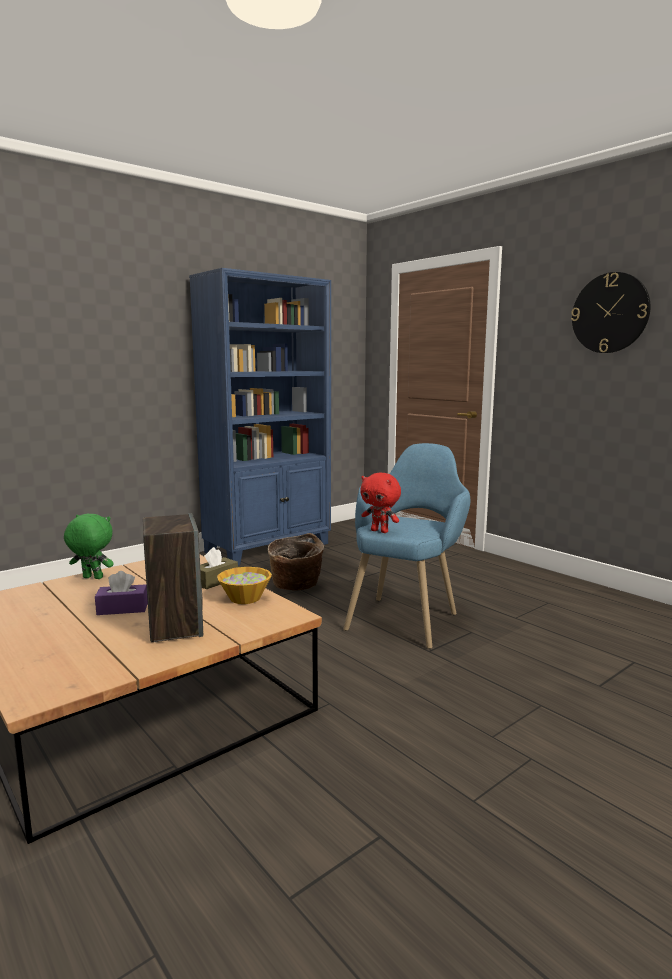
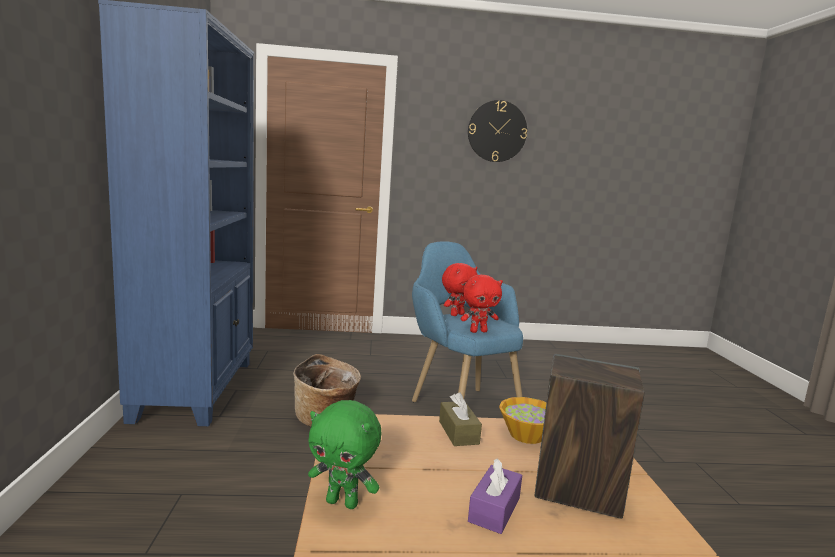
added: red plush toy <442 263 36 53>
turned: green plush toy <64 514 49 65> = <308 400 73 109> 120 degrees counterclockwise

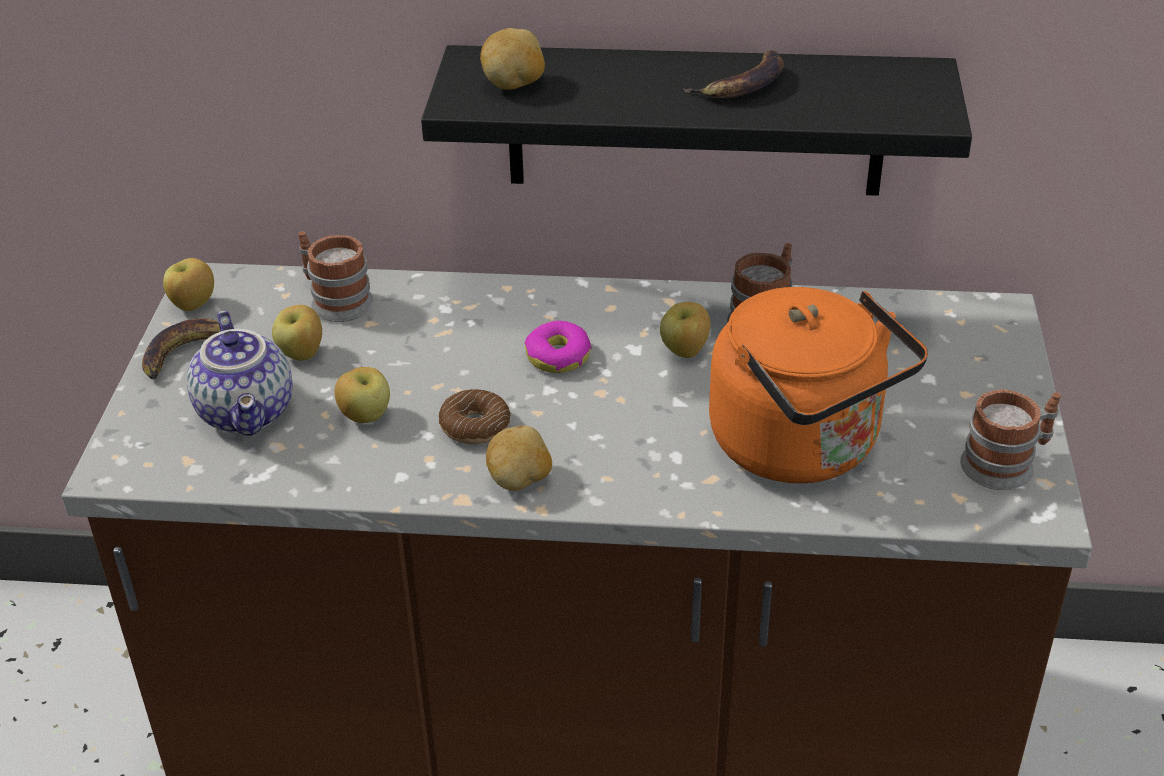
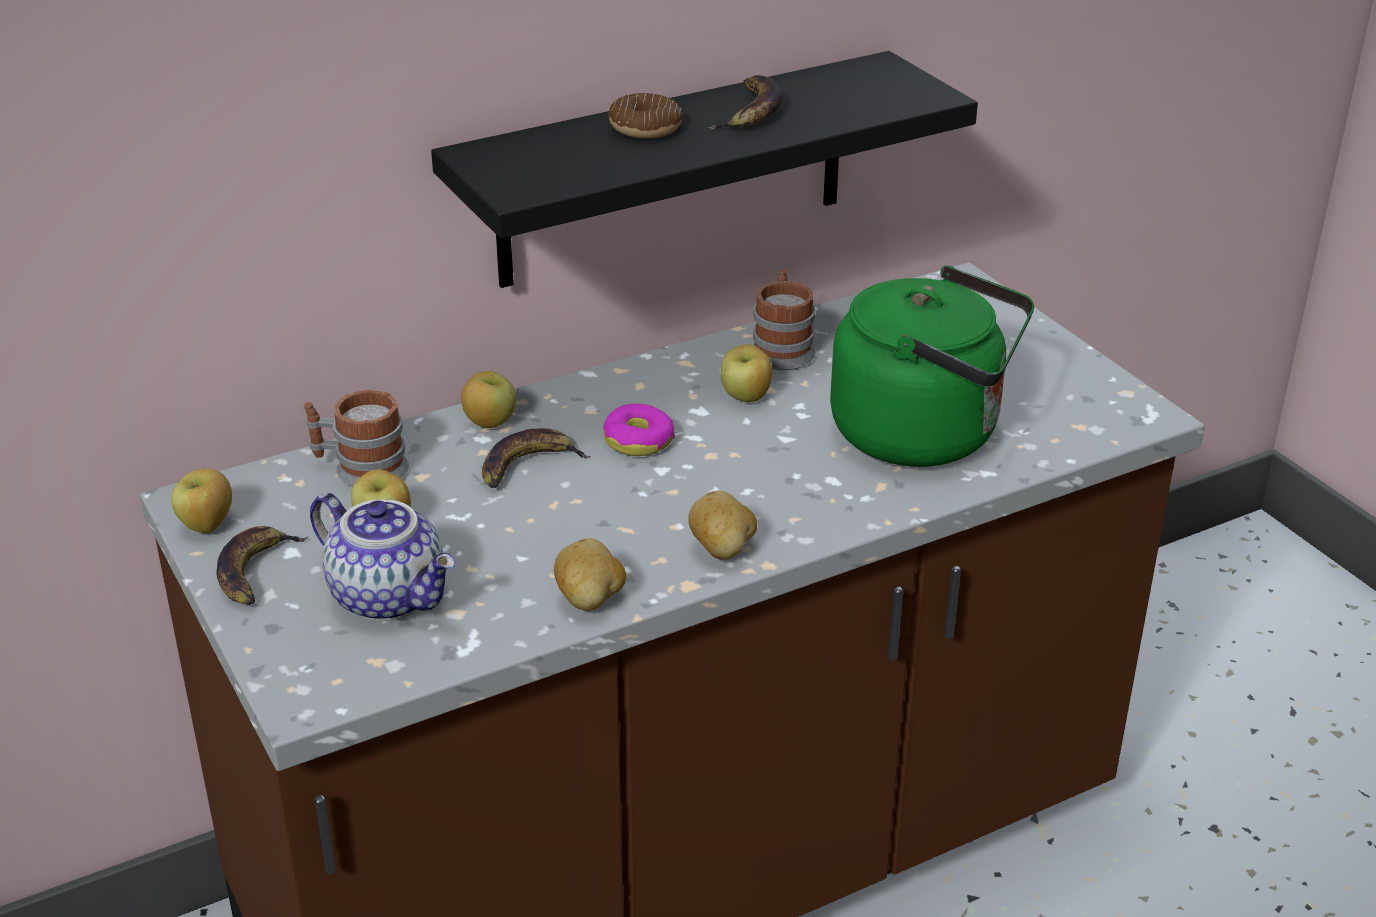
removed: mug <960 390 101 100>
added: banana <482 428 109 60>
moved: apple <334 367 56 56> to <461 371 55 57>; donut <439 389 72 55> to <608 93 75 45>; potato <480 28 65 62> to <554 538 72 73>
recoloured: orange kettle <709 287 219 196> to green kettle <830 266 204 201>

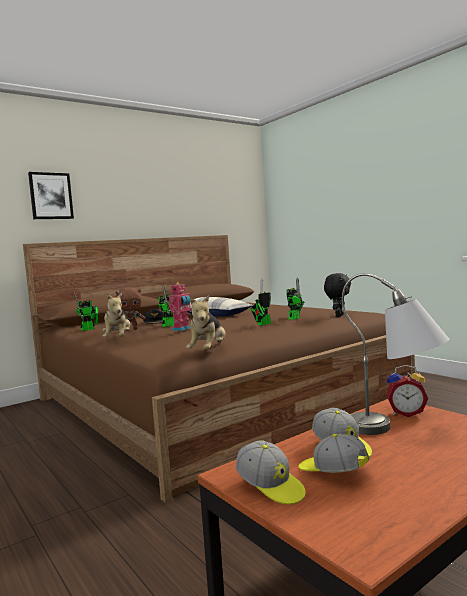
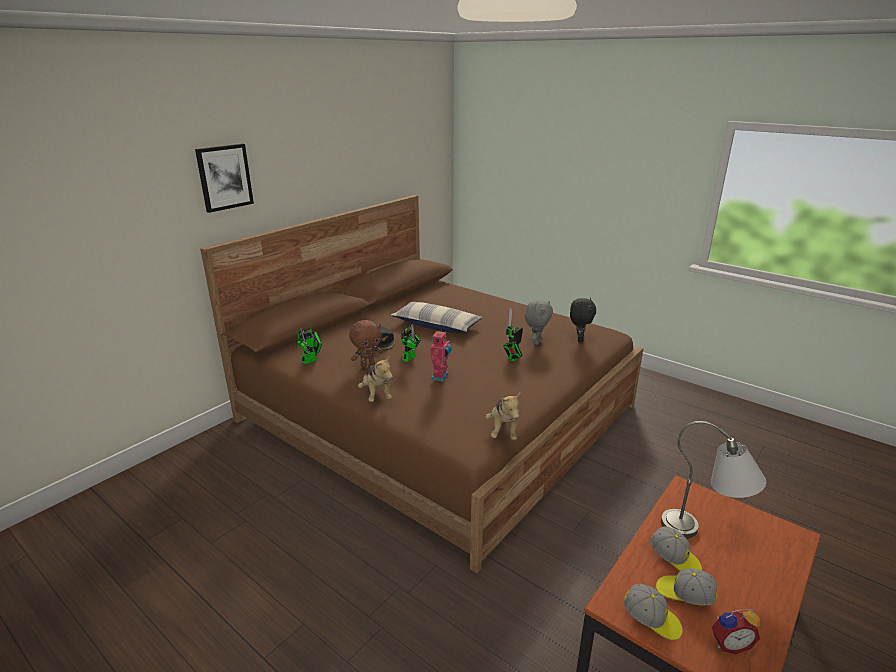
moved: alarm clock <386 365 42 52> to <712 608 48 46>
replaced: toy robot <286 278 18 42> to grey plush toy <525 300 28 45>

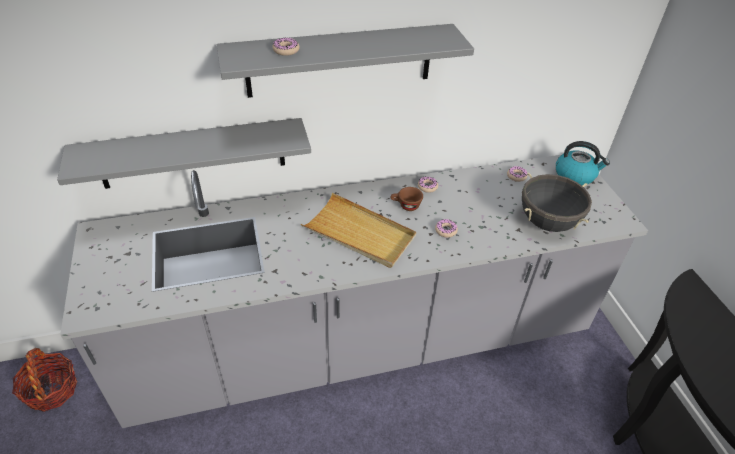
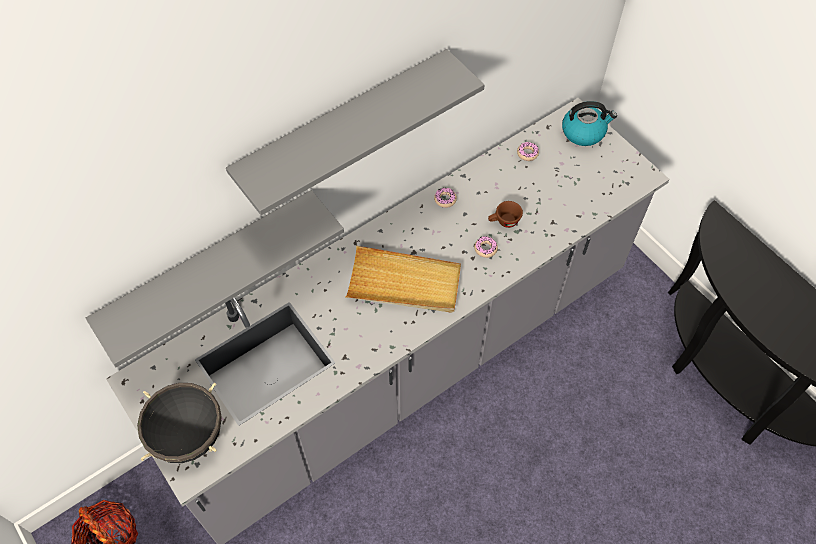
removed: donut <272 37 28 19>
moved: brown cup <390 187 33 24> to <488 201 35 27>; black cooking pot <522 173 70 59> to <137 383 85 80>

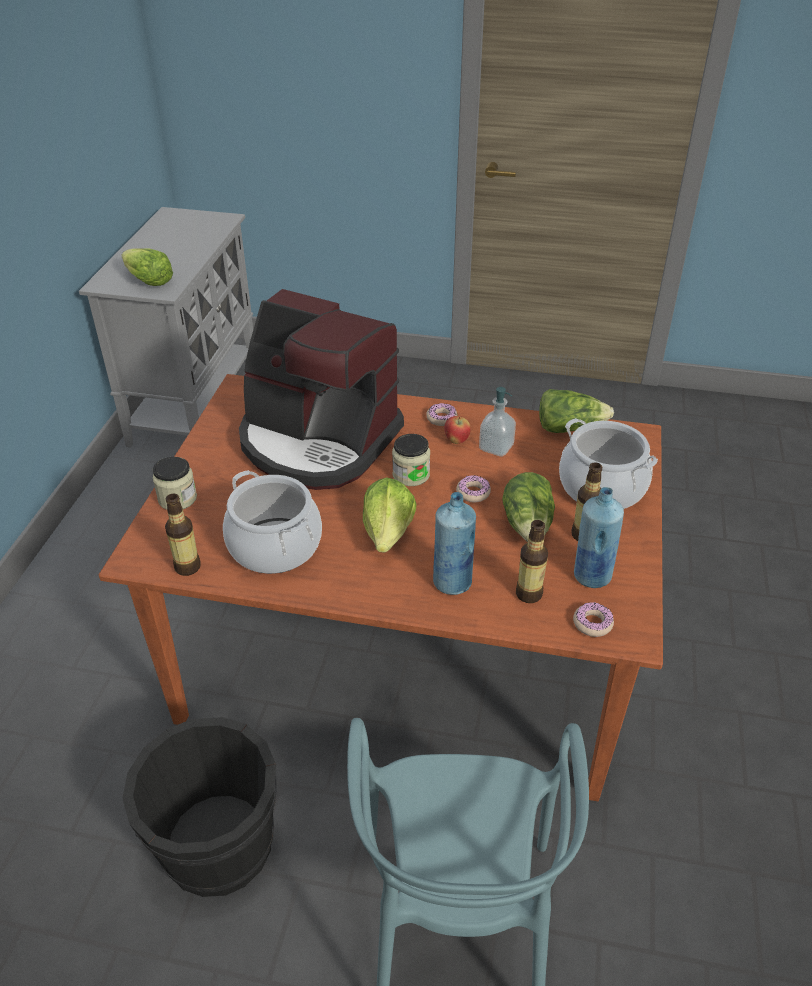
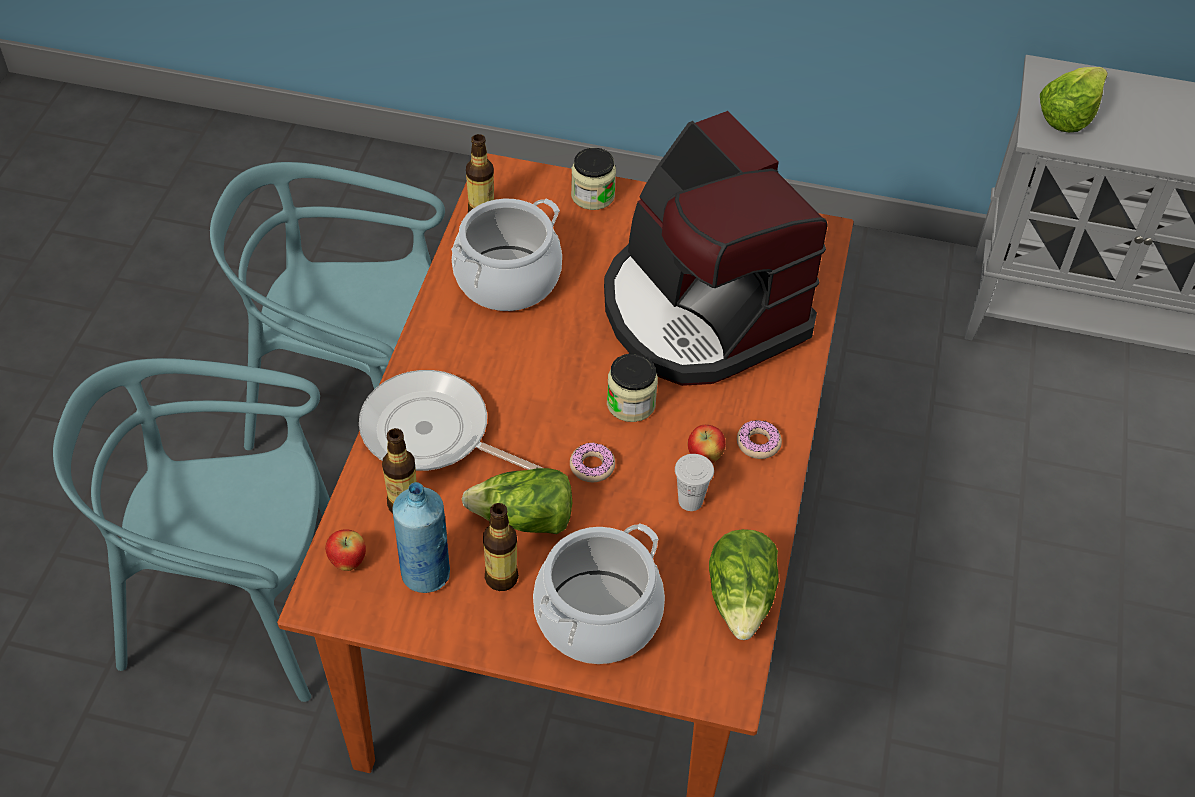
removed: lettuce <363 477 54 76>
replaced: black bucket <122 717 155 180> to turquoise chair <210 162 235 288>; blue bottle <433 492 43 103> to frying pan <359 370 184 101>; soap dispenser <479 387 37 70> to white cup <675 454 39 57>; donut <573 602 41 35> to apple <325 529 41 42>
turned: coffee machine <239 289 165 201> = <604 111 224 275> 60 degrees counterclockwise

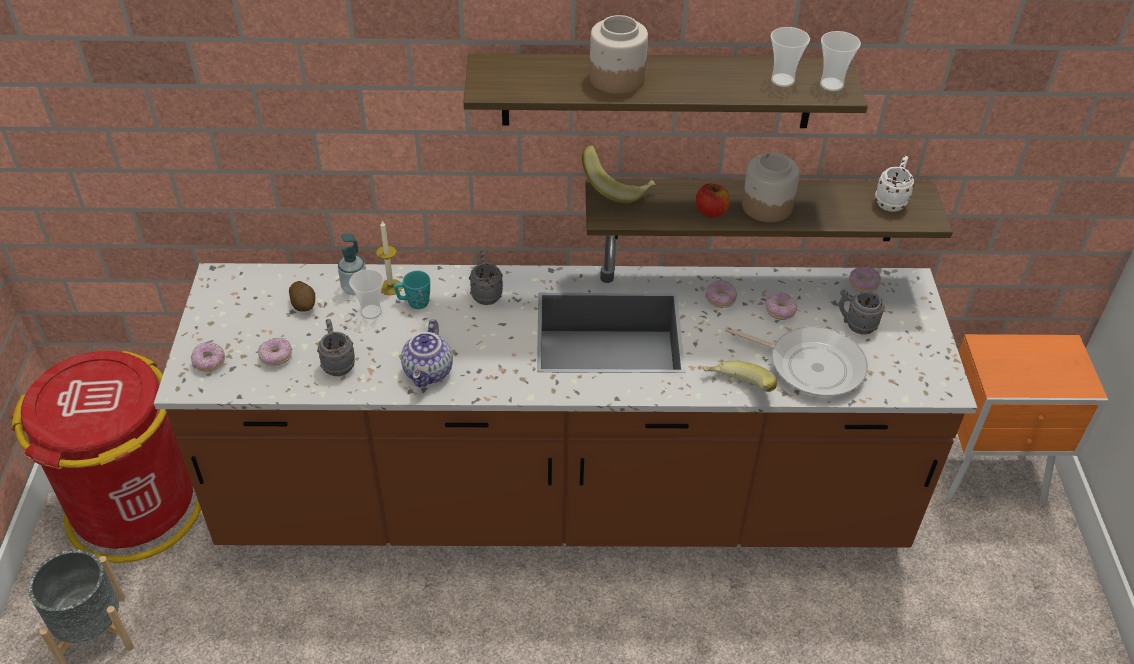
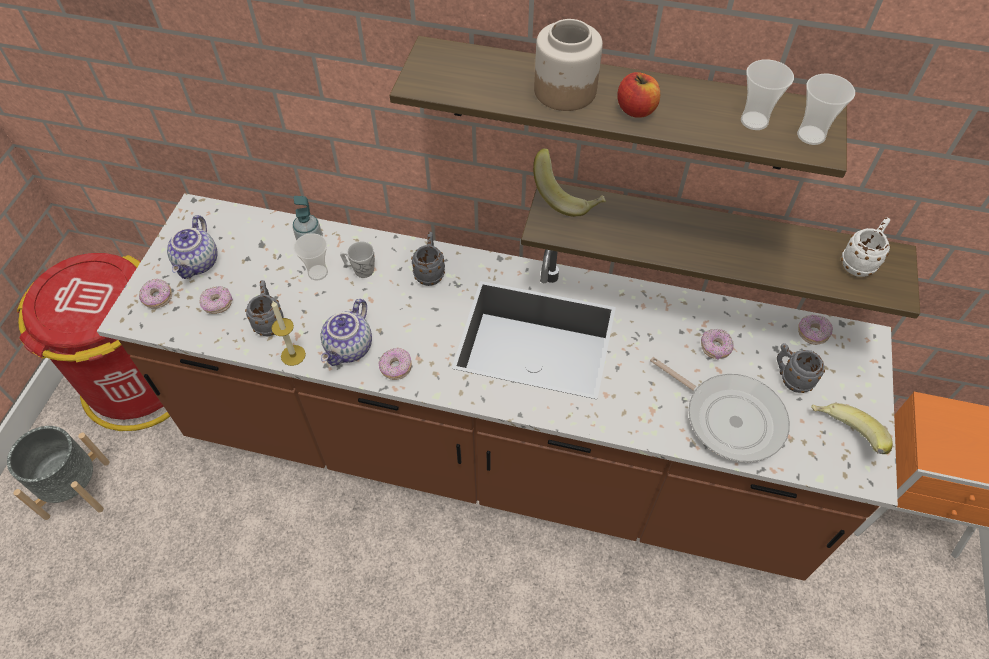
removed: potato <289 281 26 31>; jar <742 152 58 70>
added: teapot <167 215 51 64>
moved: candle <376 221 27 74> to <271 300 35 66>; apple <696 183 34 34> to <617 72 43 46>; banana <702 361 75 31> to <811 403 82 51>; donut <705 280 32 28> to <378 347 34 33>
recoloured: turquoise mug <394 271 36 38> to white mug <340 241 35 37>

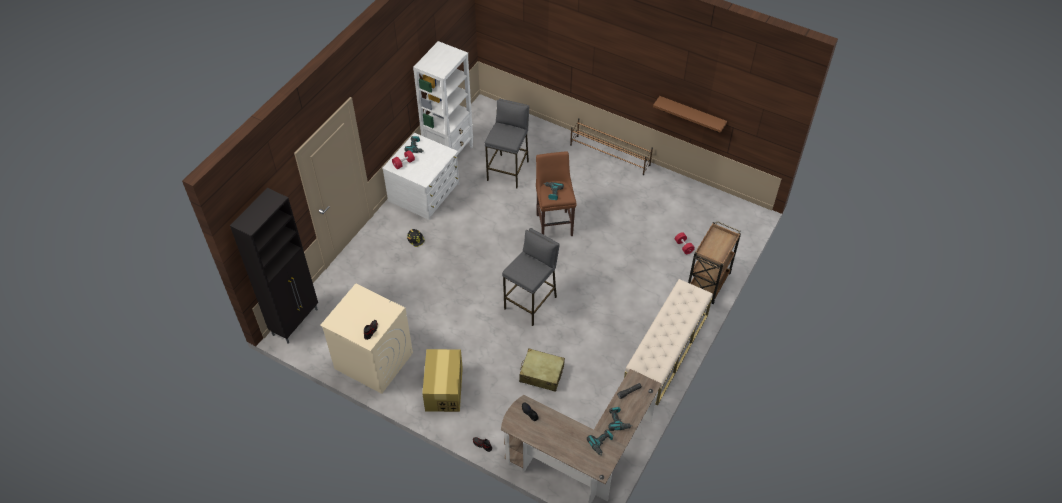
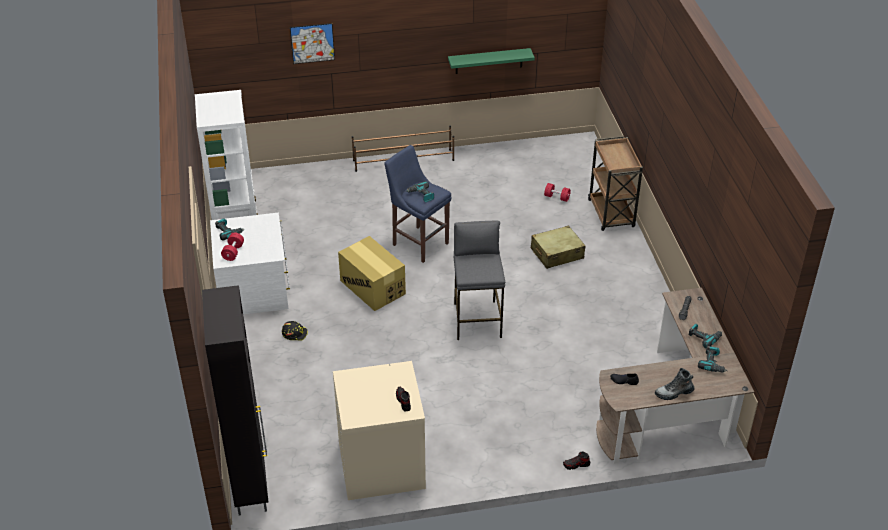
removed: grey stool <485 99 44 89>; beige bench <624 279 89 126>
added: picture <290 23 45 41>; boot <655 368 40 32>
moved: cardboard box <422 349 41 63> to <338 236 68 75>; beige suitcase <519 349 46 43> to <531 226 54 43>
recoloured: brown stool <536 151 41 85> to blue stool <384 145 68 118>; brown shelf <653 96 74 37> to green shelf <448 48 87 26>

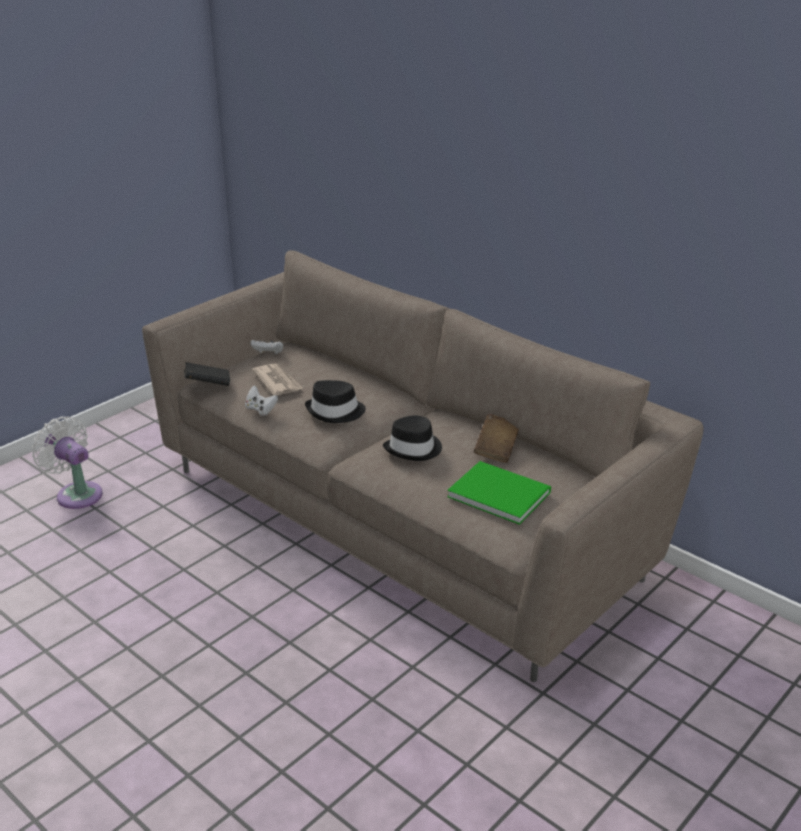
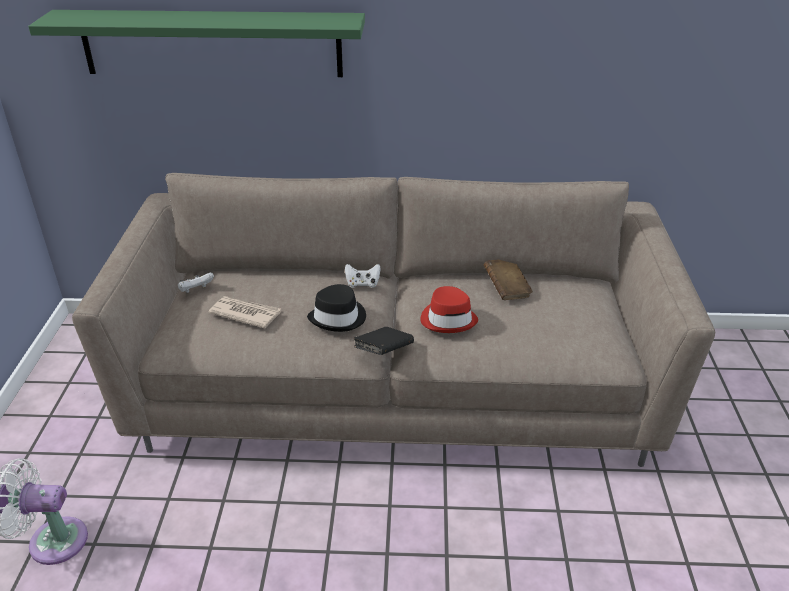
removed: green book <447 461 104 64>
added: green shelf <28 10 337 67>
moved: black book <184 362 46 24> to <354 327 60 28>; white game controller <245 385 33 31> to <345 264 36 24>
recoloured: black hat <383 416 59 45> to red hat <420 286 58 47>

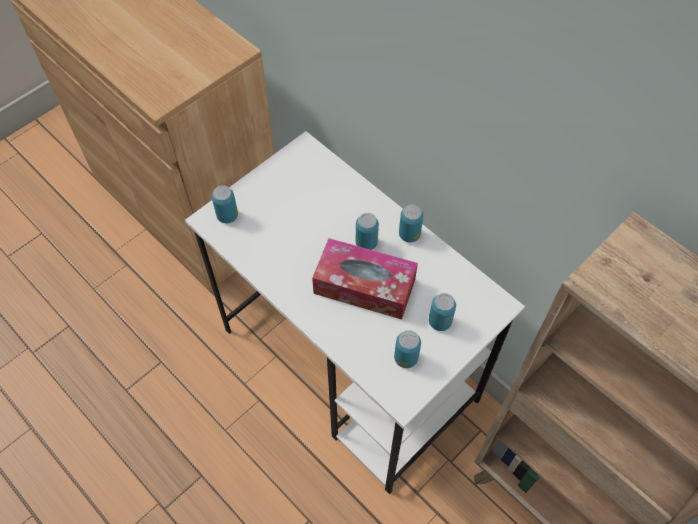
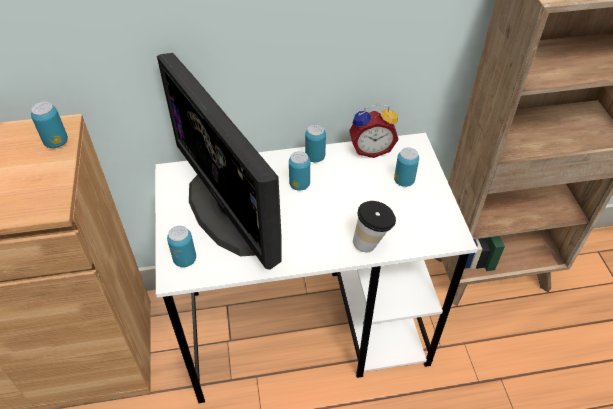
removed: tissue box <312 238 106 82>
added: monitor <157 53 124 217>; alarm clock <349 104 50 54>; cup <353 201 43 51>
moved: can <394 330 27 38> to <31 101 37 47>

